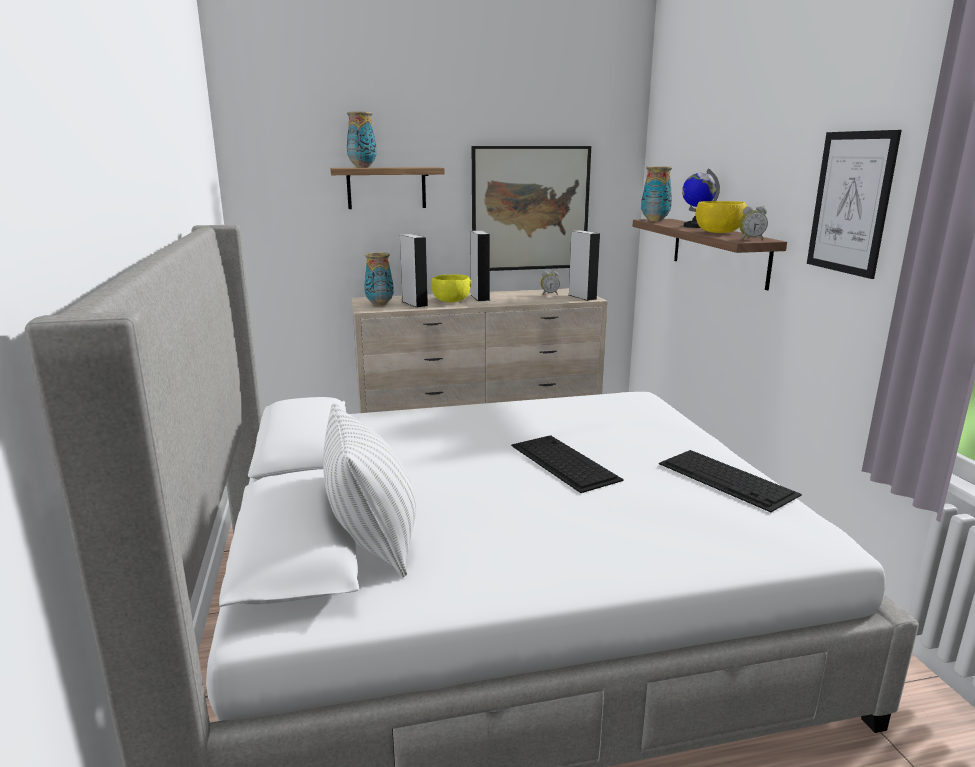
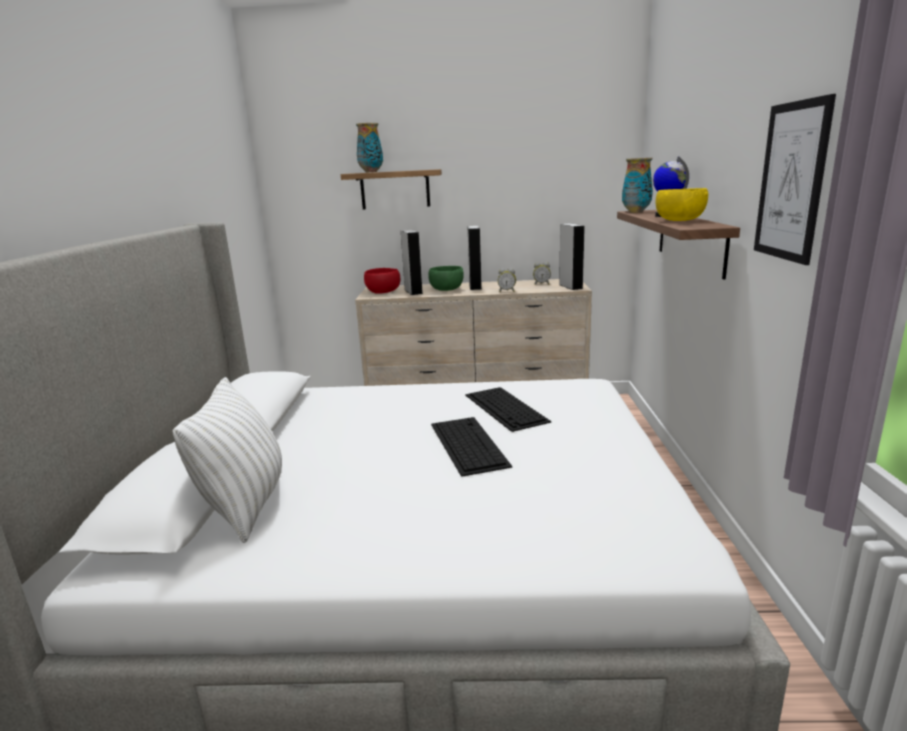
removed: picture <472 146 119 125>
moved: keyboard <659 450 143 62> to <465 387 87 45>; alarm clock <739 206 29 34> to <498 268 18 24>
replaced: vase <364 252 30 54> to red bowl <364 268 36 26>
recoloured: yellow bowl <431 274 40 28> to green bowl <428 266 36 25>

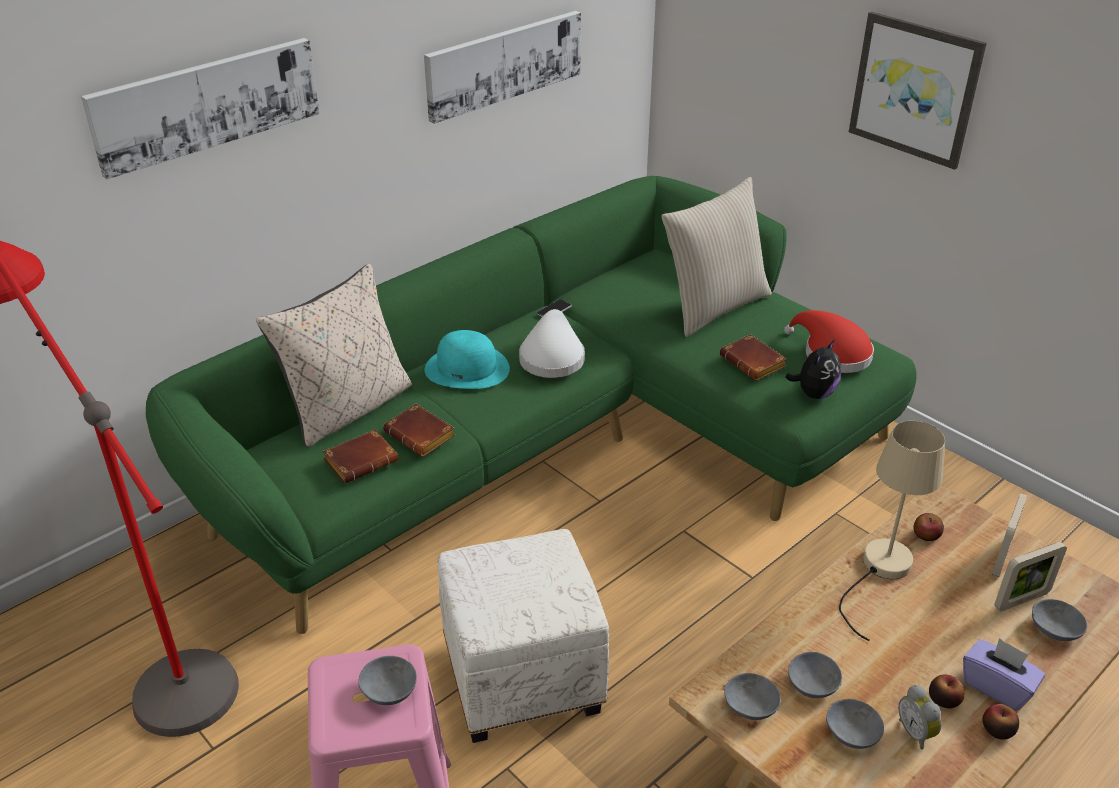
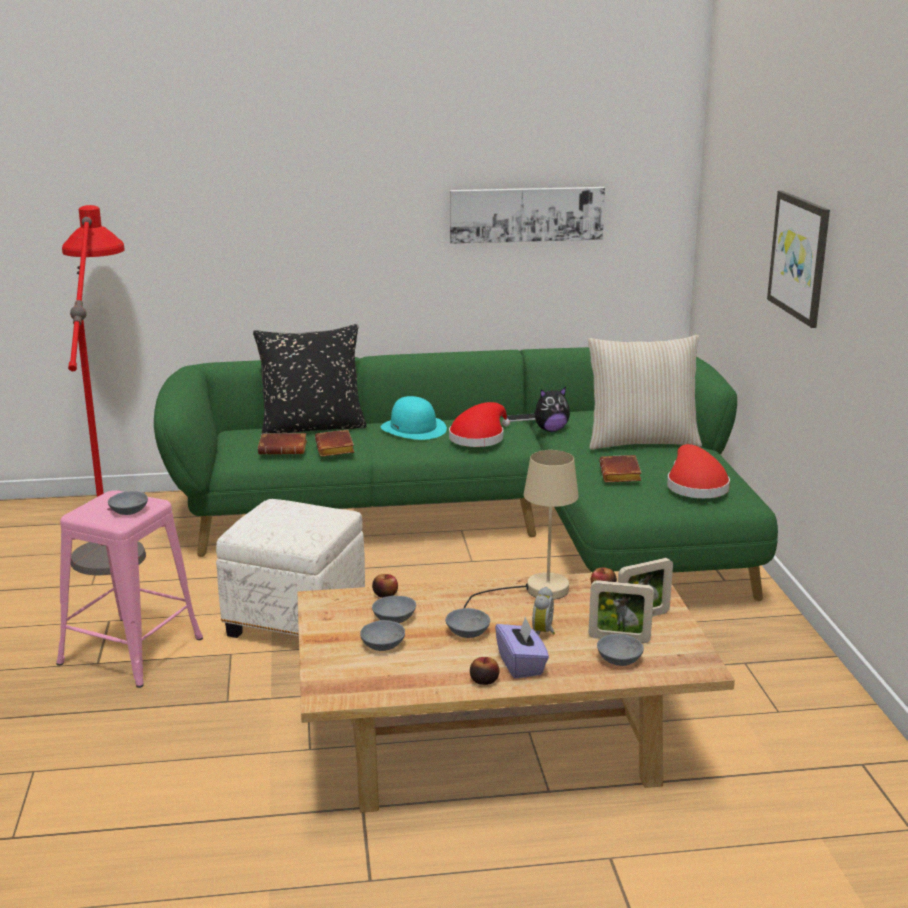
removed: picture <81 38 238 141>
moved: grey bowl <724 673 57 47> to <445 608 45 30>; plush toy <785 339 56 60> to <534 387 36 45>; alarm clock <898 685 43 65> to <532 587 23 49>; apple <929 674 36 34> to <372 574 26 24>
recoloured: beige pillow <256 264 156 183> to black pillow <253 324 114 110>; white hat <519 309 66 69> to red hat <449 402 61 45>

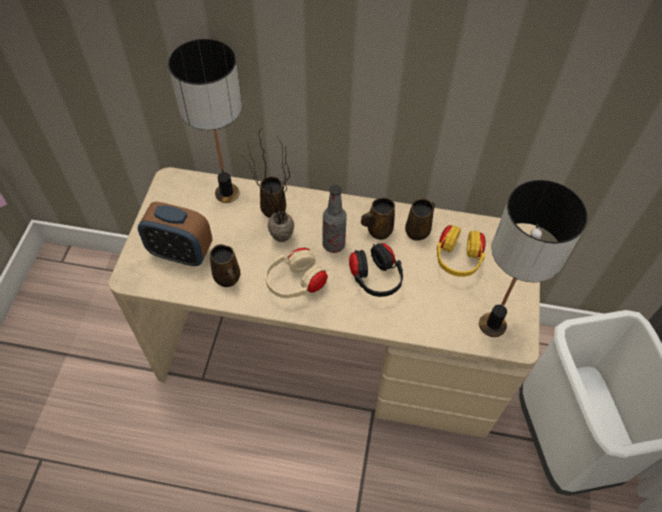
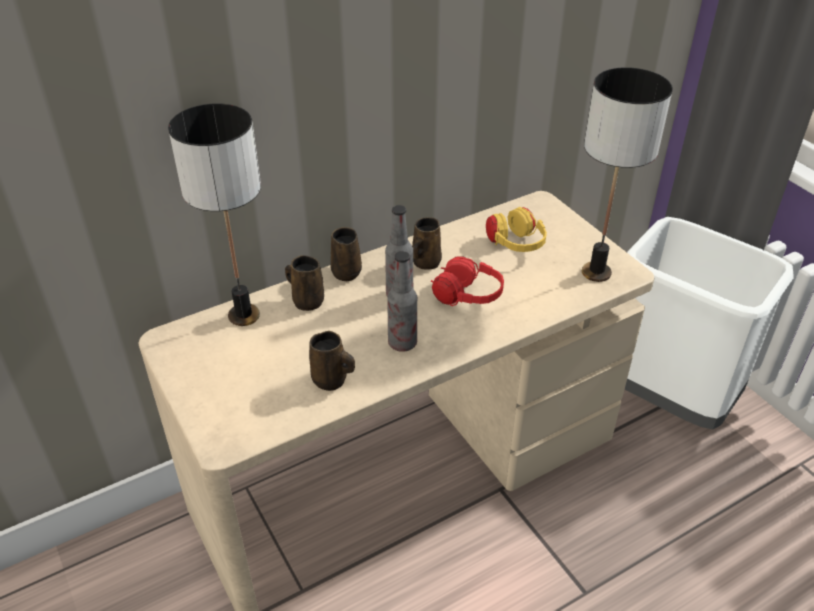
removed: alarm clock <138 202 74 64>; potted plant <244 131 50 111>
moved: brown mug <405 199 30 42> to <331 227 31 54>
replaced: beige headphones <265 248 63 50> to bottle <387 251 30 101>
recoloured: black headphones <349 243 54 54> to red headphones <431 256 73 50>

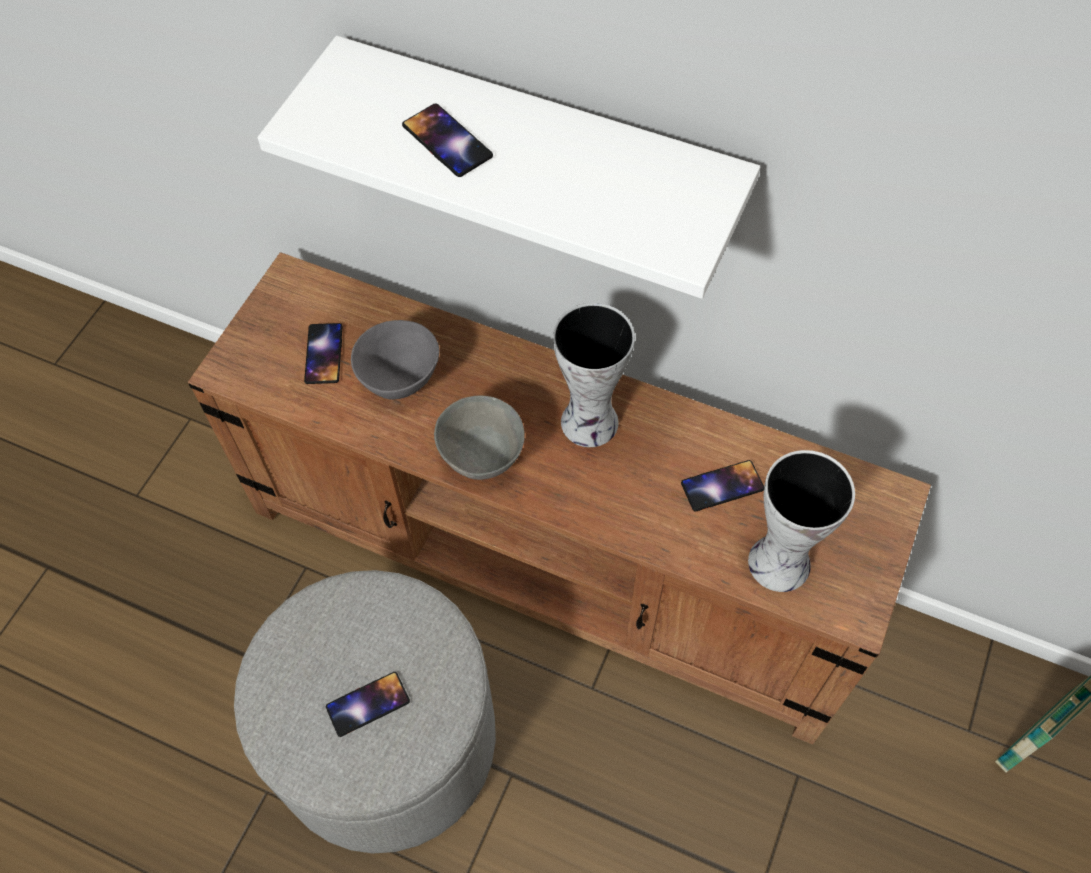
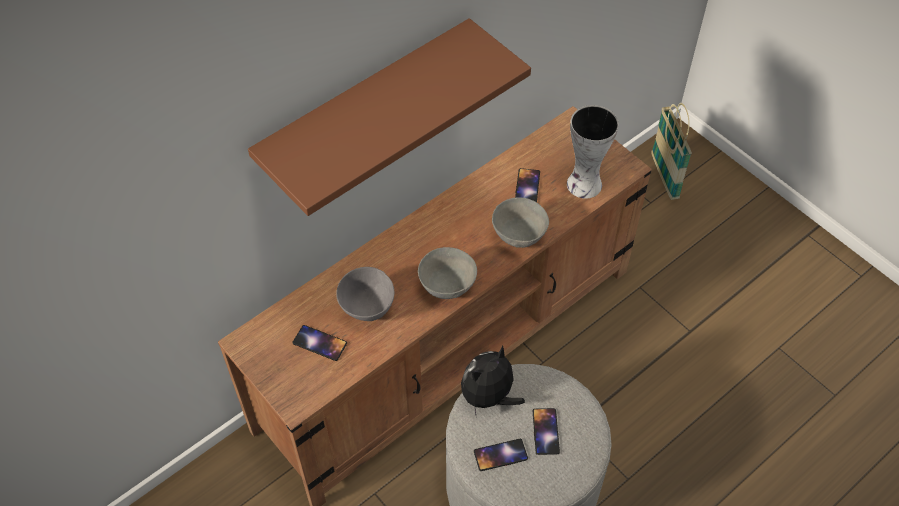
removed: vase <553 303 82 144>
added: plush toy <461 345 64 70>; grey bowl <492 197 57 51>
moved: phone <402 103 91 74> to <474 439 54 32>
recoloured: white shelf <258 36 502 263> to brown shelf <248 18 283 198>

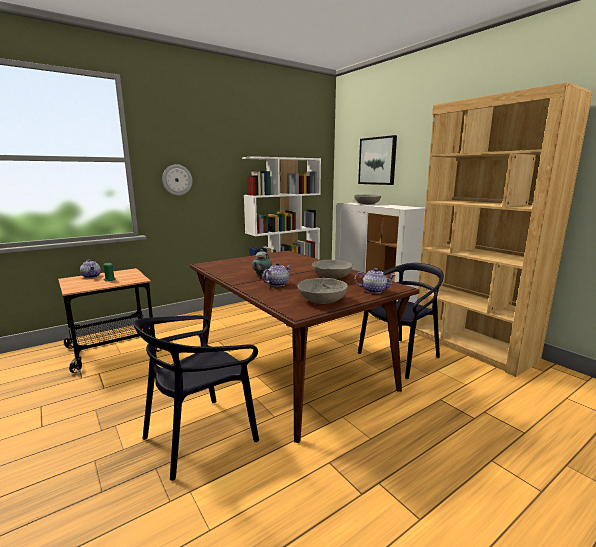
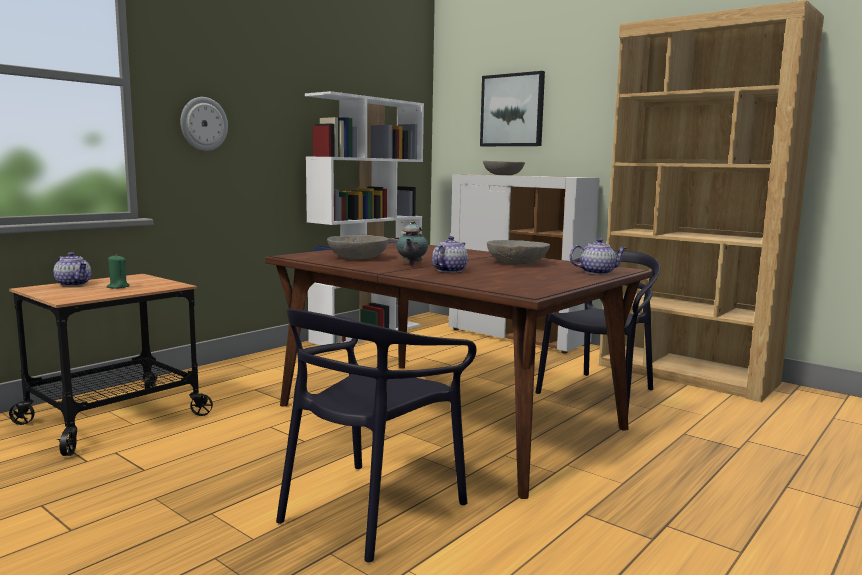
moved: grey bowl <297 278 51 26> to <327 235 62 25>

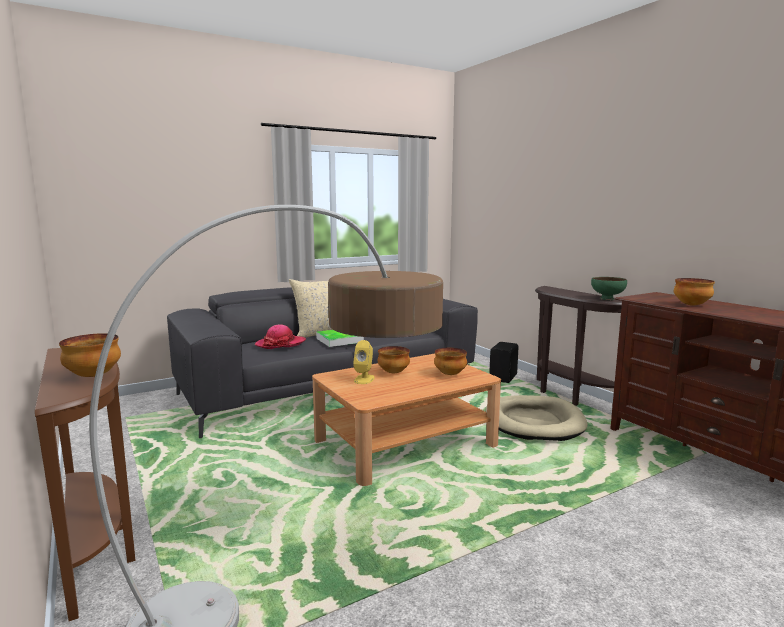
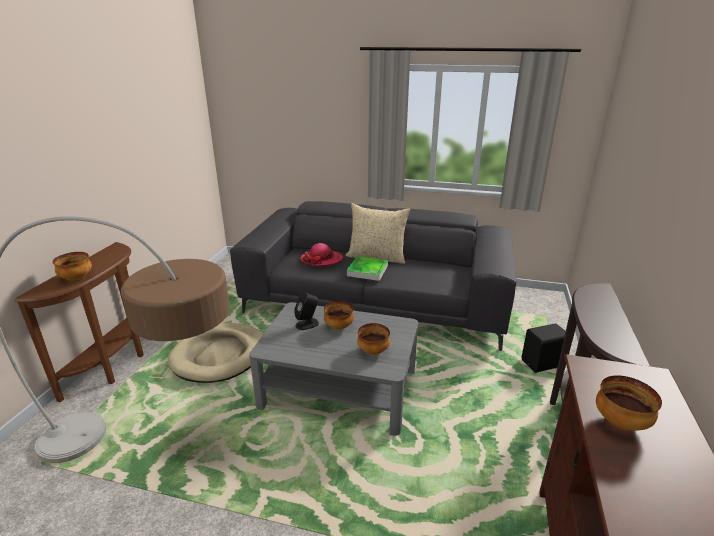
removed: green bowl <591 277 36 23>
moved: beige dog bed <486 395 102 46> to <168 323 95 60>
recoloured: brown coffee table <312 354 189 132> to grey coffee table <249 302 169 134>; yellow speaker <353 340 22 44> to black speaker <294 292 25 38>

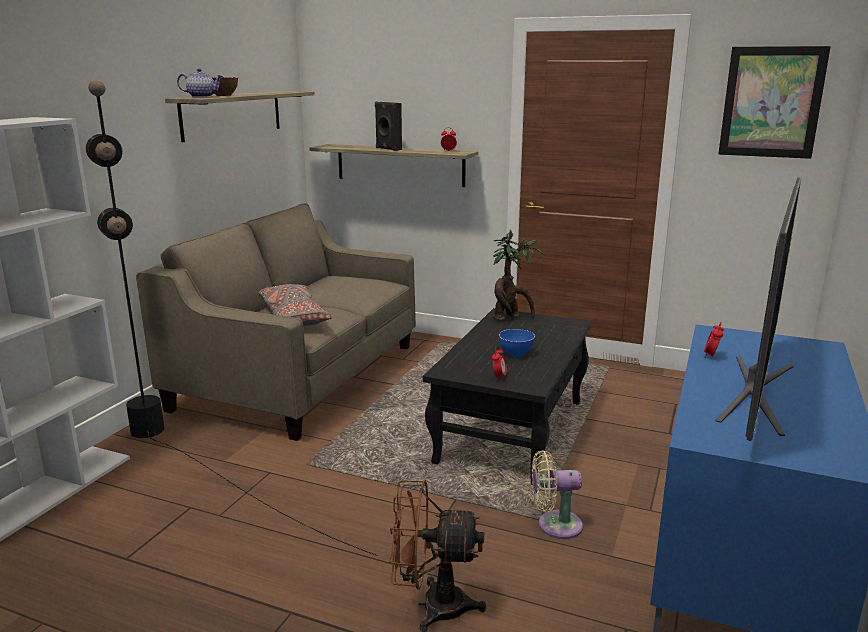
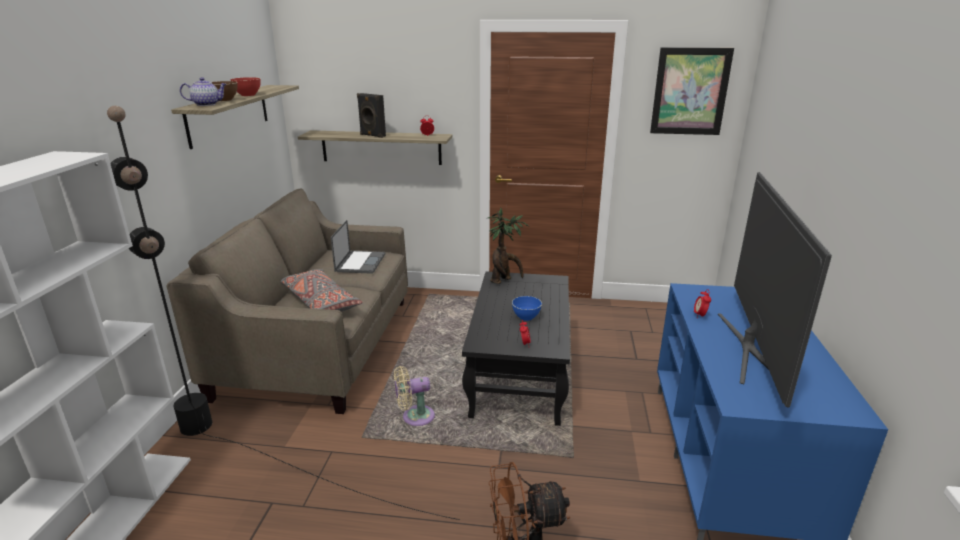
added: red bowl <230 77 31 19>; laptop <331 220 54 54>
moved: beige fan <532 450 51 89> to <394 366 41 60>

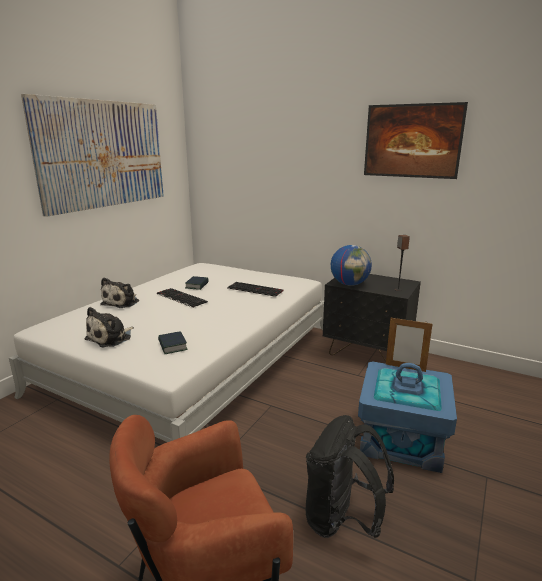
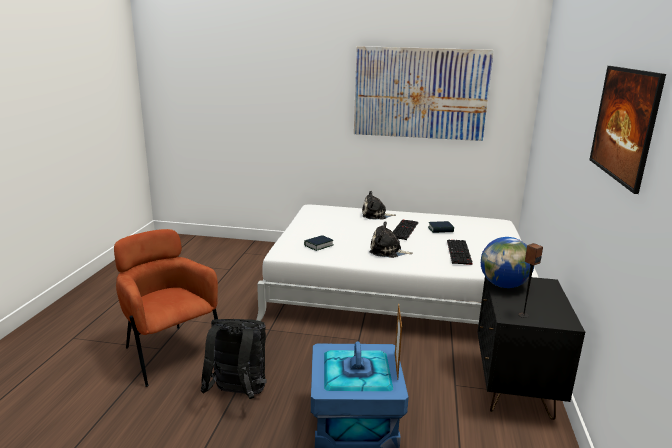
moved: plush toy <85 307 49 41> to <370 222 43 36>

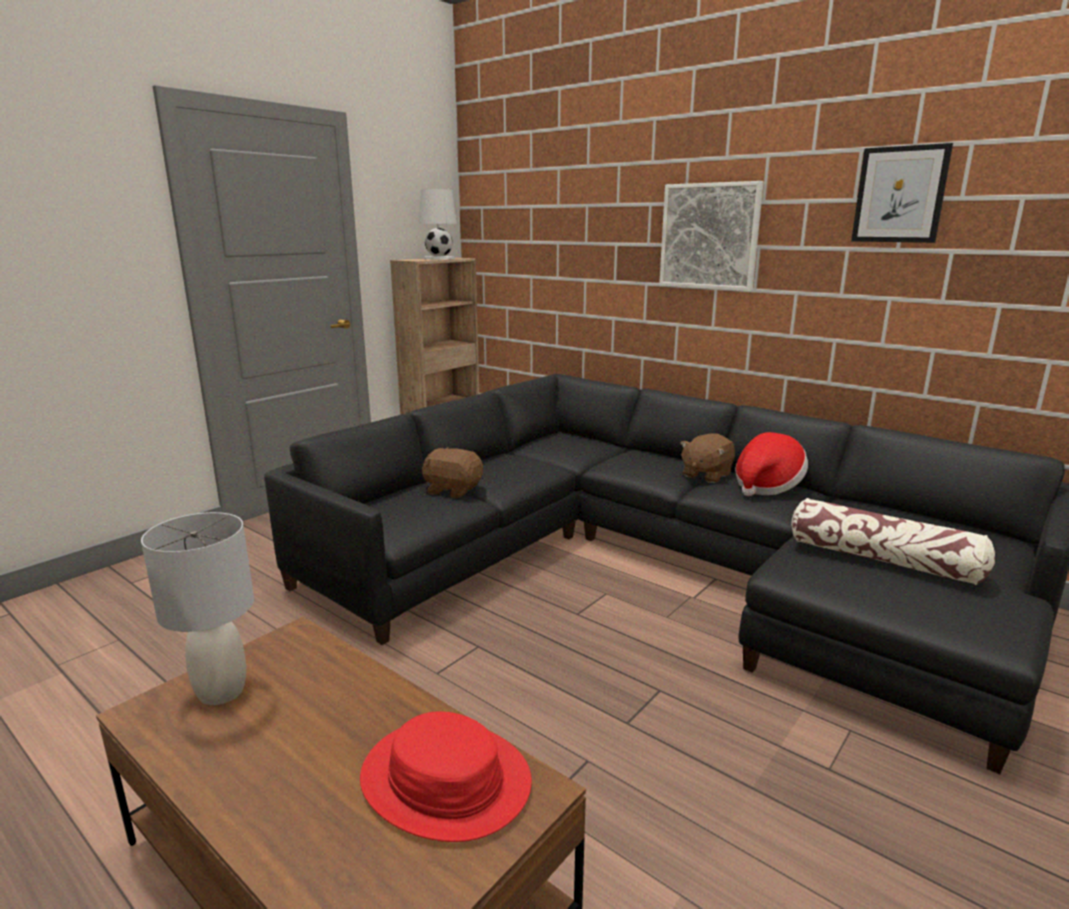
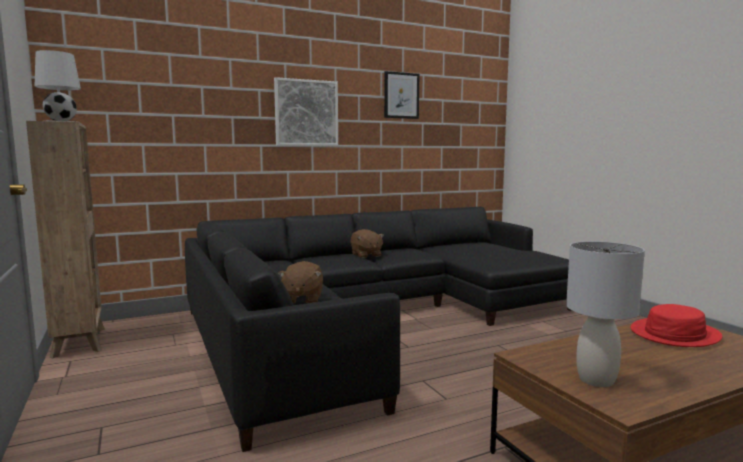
removed: hat <735 432 73 64>; pillow <791 498 204 87>
turned: brown plush toy <422 447 61 51> = <278 261 45 42> 45 degrees counterclockwise

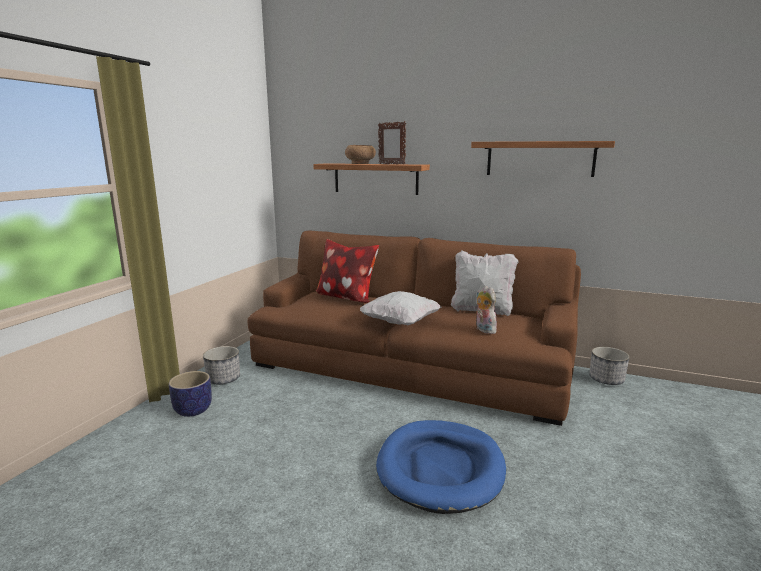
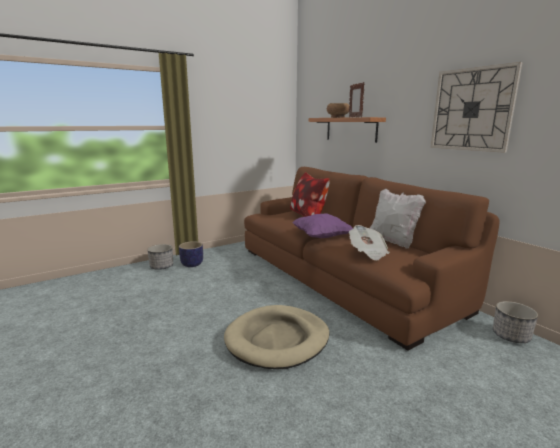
moved: planter <203 346 37 38> to <147 244 26 26>
replaced: shelf <471 141 144 36> to wall clock <431 62 92 91>; plush toy <476 286 21 48> to newspaper <349 225 41 36>
recoloured: white pillow <360 291 81 34> to purple pillow <292 213 61 25>; blue dog bed <376 420 130 94> to beige dog bed <224 305 105 64>

